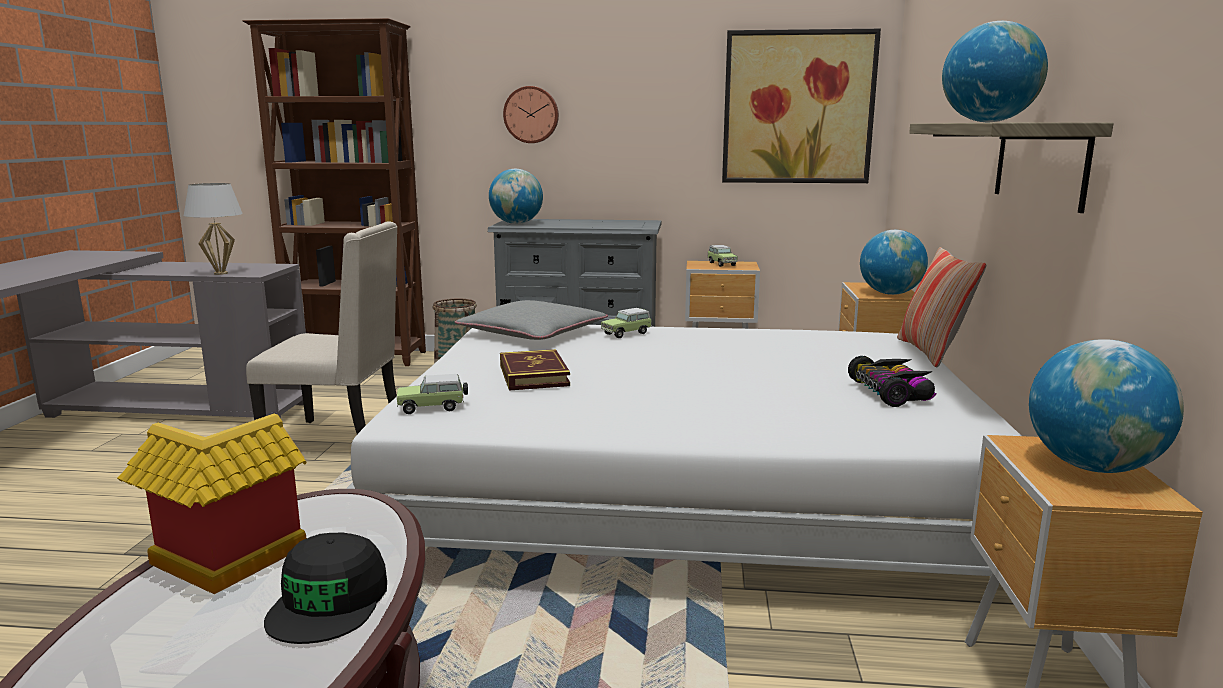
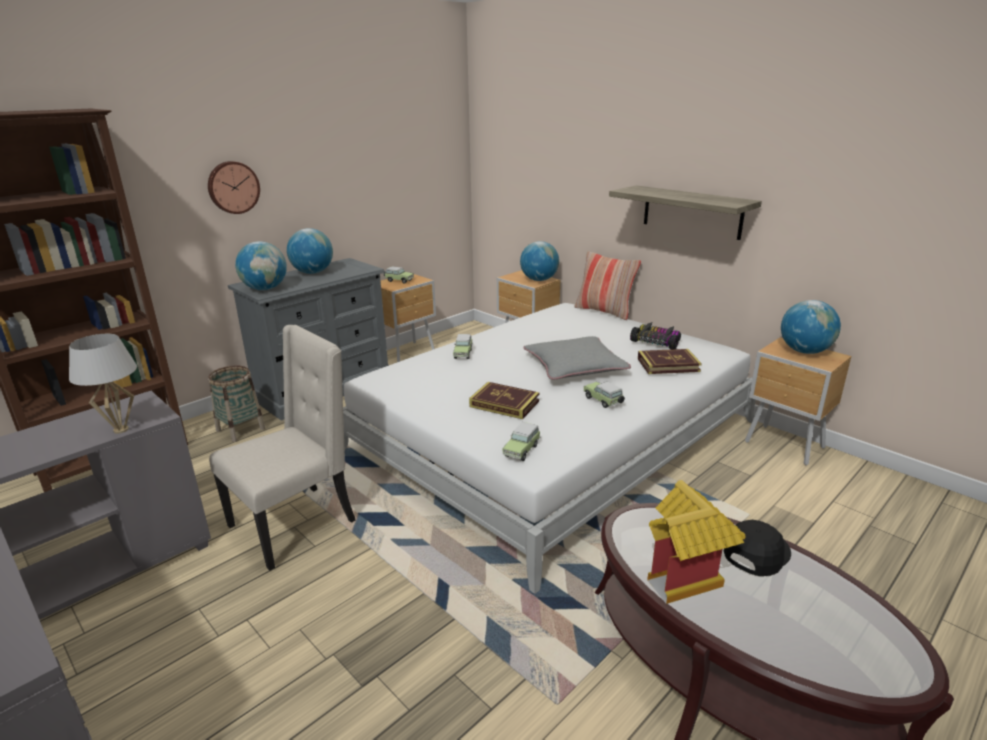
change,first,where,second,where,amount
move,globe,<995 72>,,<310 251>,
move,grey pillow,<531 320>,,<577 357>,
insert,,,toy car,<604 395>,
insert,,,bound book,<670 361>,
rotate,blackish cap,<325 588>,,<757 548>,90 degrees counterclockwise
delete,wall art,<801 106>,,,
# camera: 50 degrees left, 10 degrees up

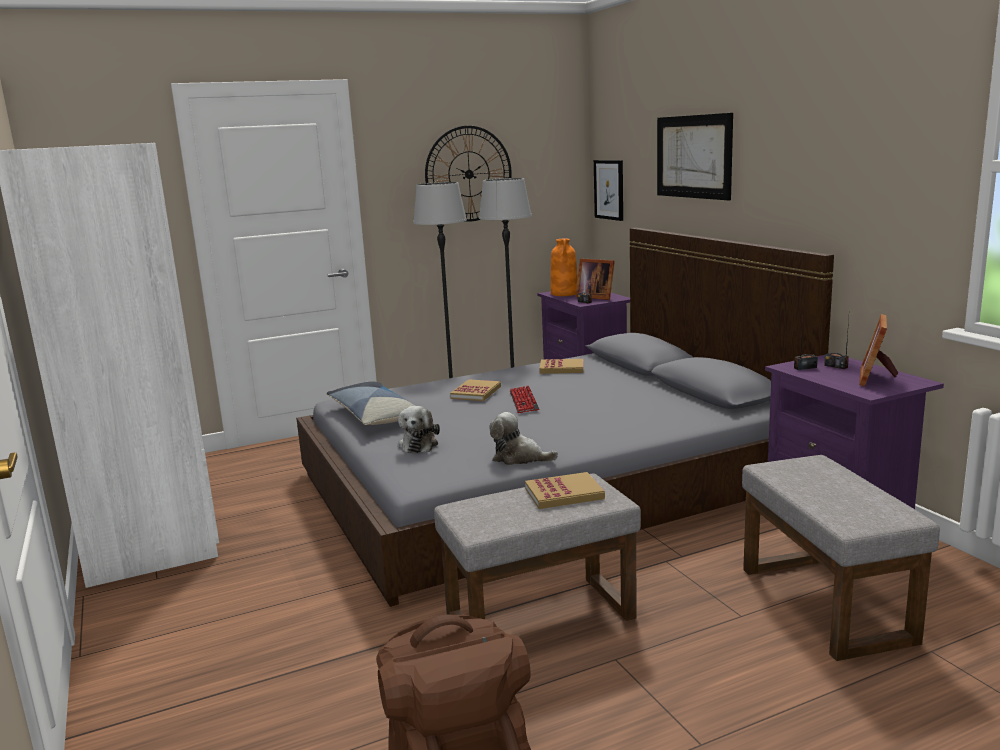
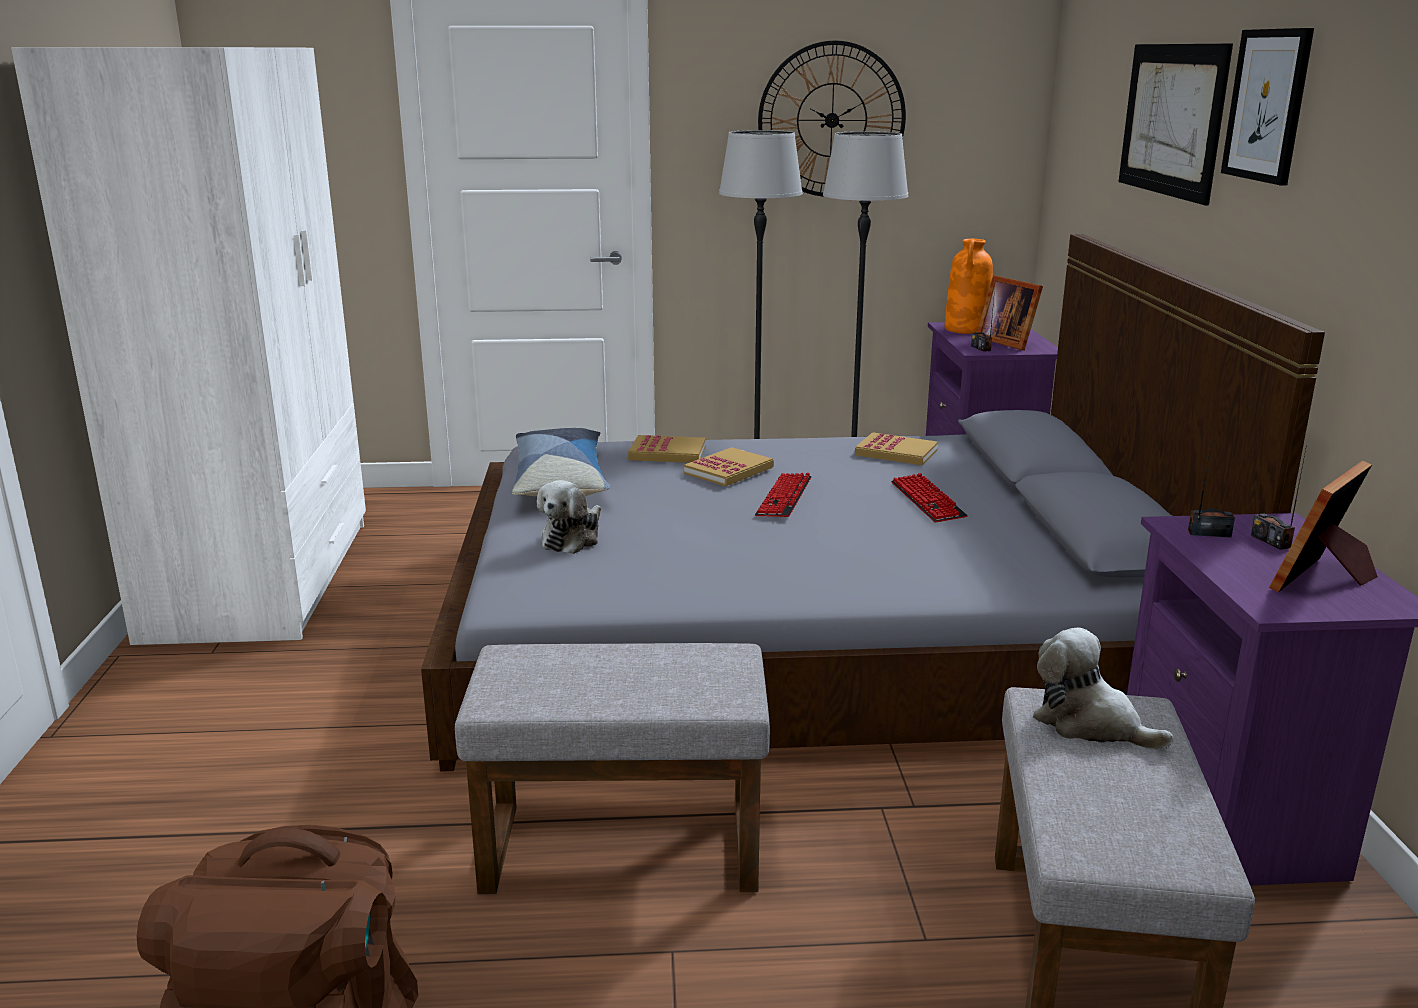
change,first,where,second,where,amount
move,bound book,<565 490>,,<667 449>,
insert,,,computer keyboard,<929 497>,
move,cuddly toy,<523 438>,,<1103 689>,
move,wall art,<608 190>,,<1267 106>,
# camera: 20 degrees right, 5 degrees up

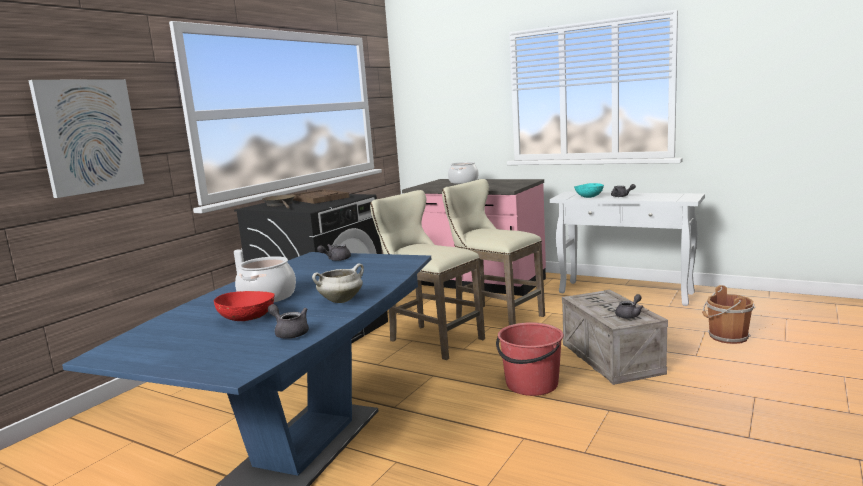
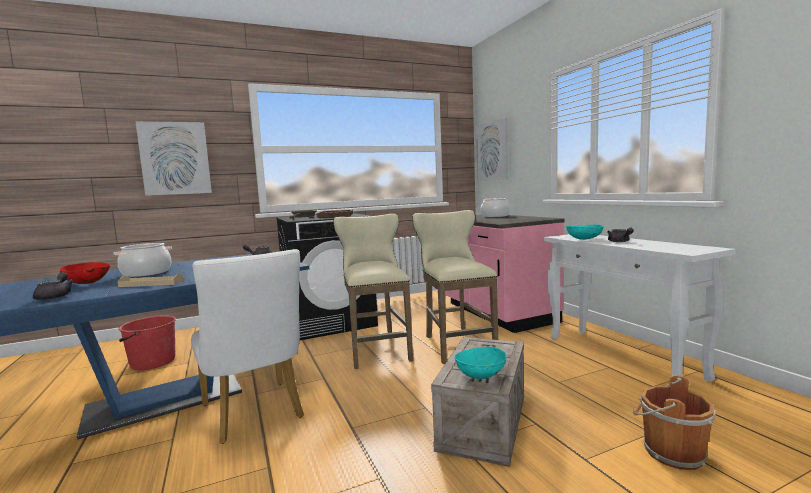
change,first,where,second,where,amount
replace,whitish stockpot,<338 283>,sand-coloured serving tray,<150 280>,
move,red-coloured pail,<530 359>,,<147 342>,
insert,,,whitish chair,<247 346>,
replace,grey teapot,<629 306>,turquoise serving bowl,<480 363>,
insert,,,wall art,<492 149>,
# camera: 35 degrees right, 5 degrees down

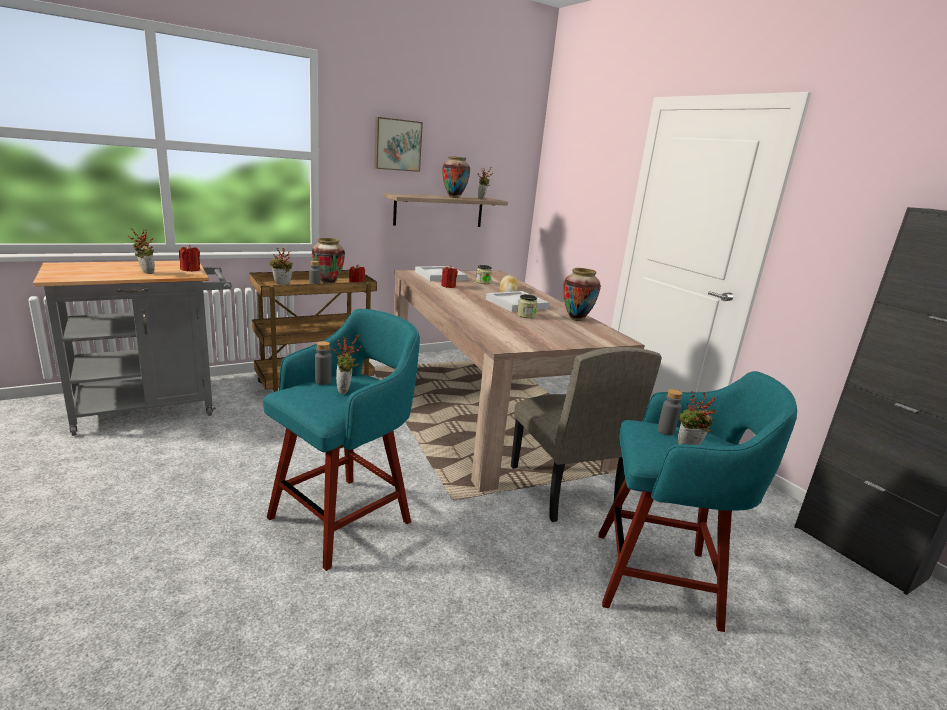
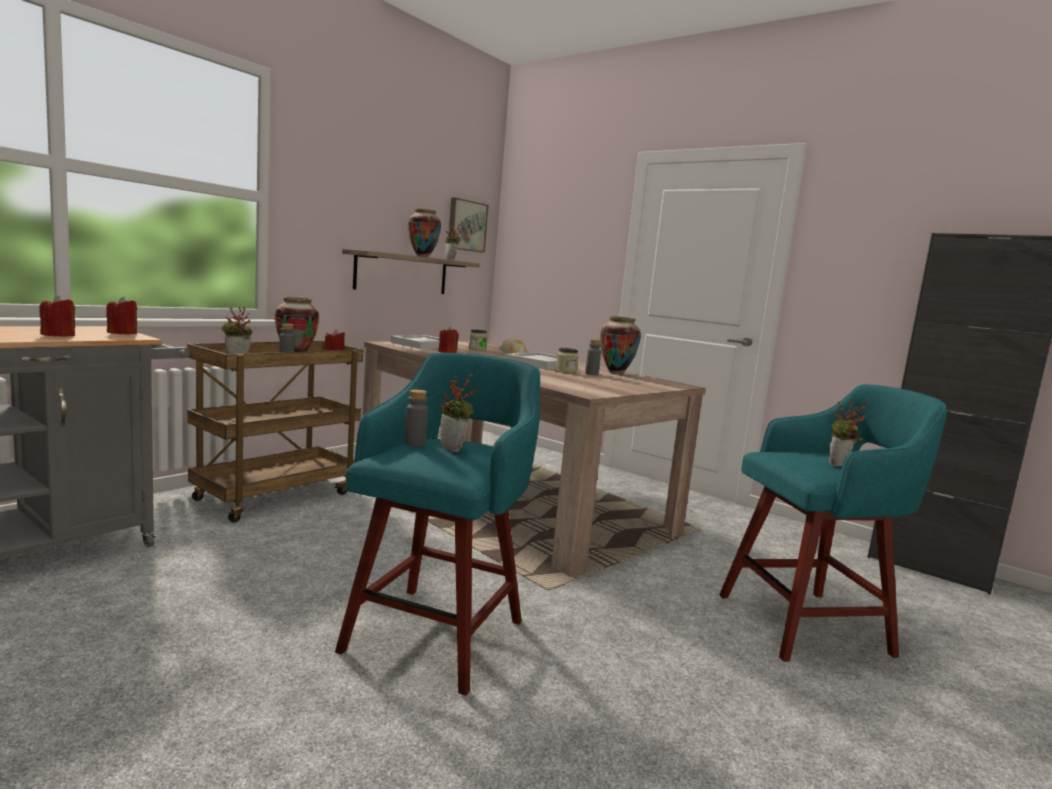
change,first,where,second,where,amount
replace,houseplant,<141 251>,red-coloured wax candle,<57 316>,
move,wall art,<398 144>,,<468 225>,
move,grey bottle,<670 412>,,<593 357>,
delete,sand-coloured chair,<586 434>,,,
# camera: 20 degrees left, 10 degrees down

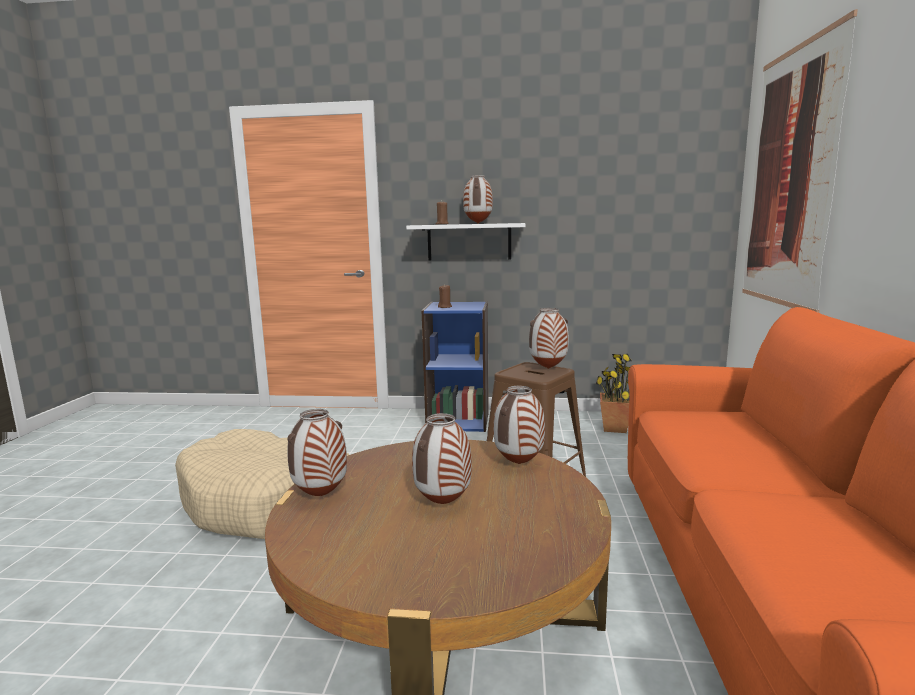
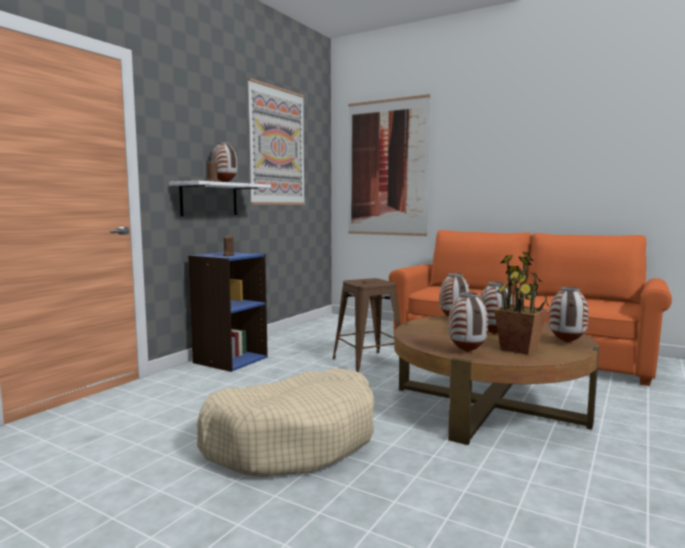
change,first,where,second,where,amount
insert,,,wall art,<276 141>,
move,houseplant,<614 393>,,<521 303>,
move,flower vase,<549 338>,,<569 315>,
# camera: 65 degrees left, 5 degrees down

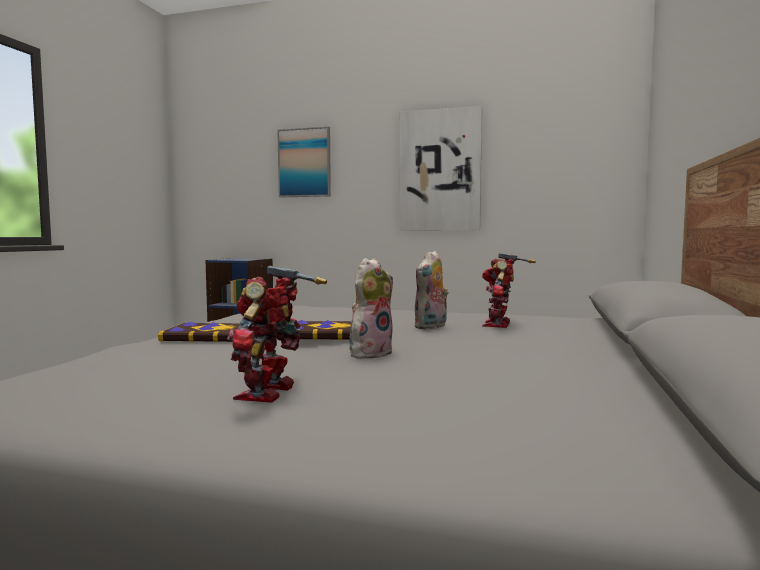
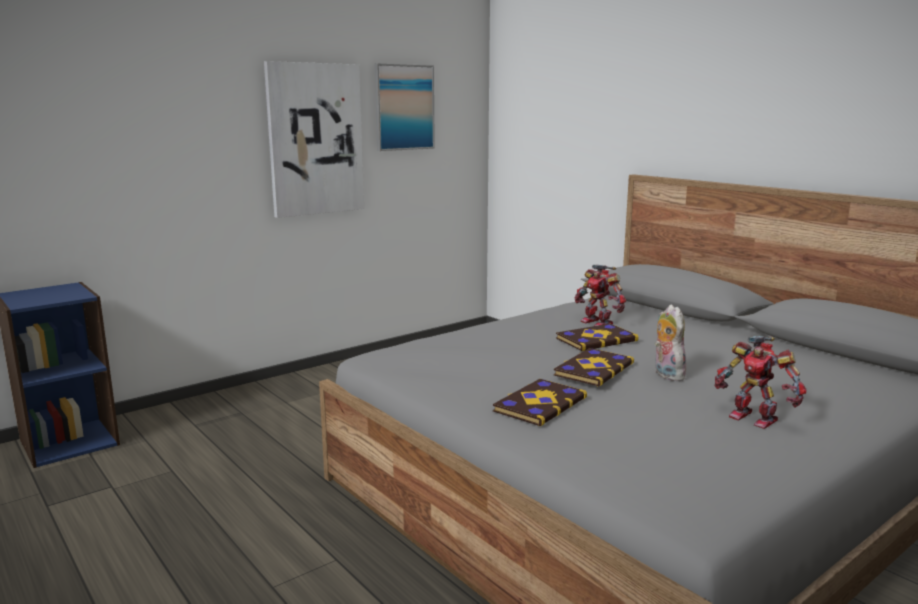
change,first,where,second,where,amount
move,wall art,<304 162>,,<405 107>,
replace,cuddly toy,<431 289>,bound book,<597 337>,
# camera: 55 degrees left, 10 degrees up

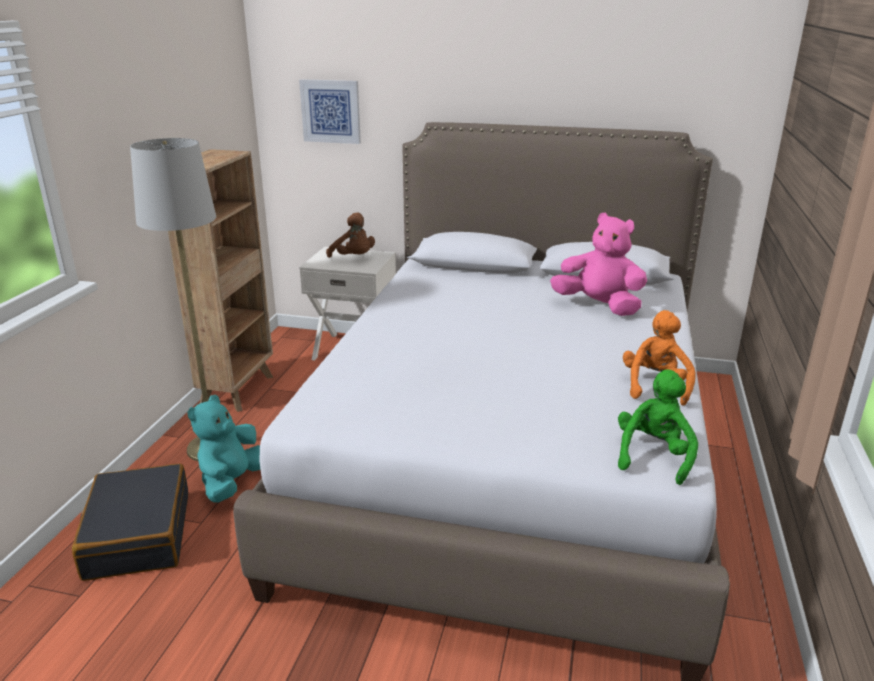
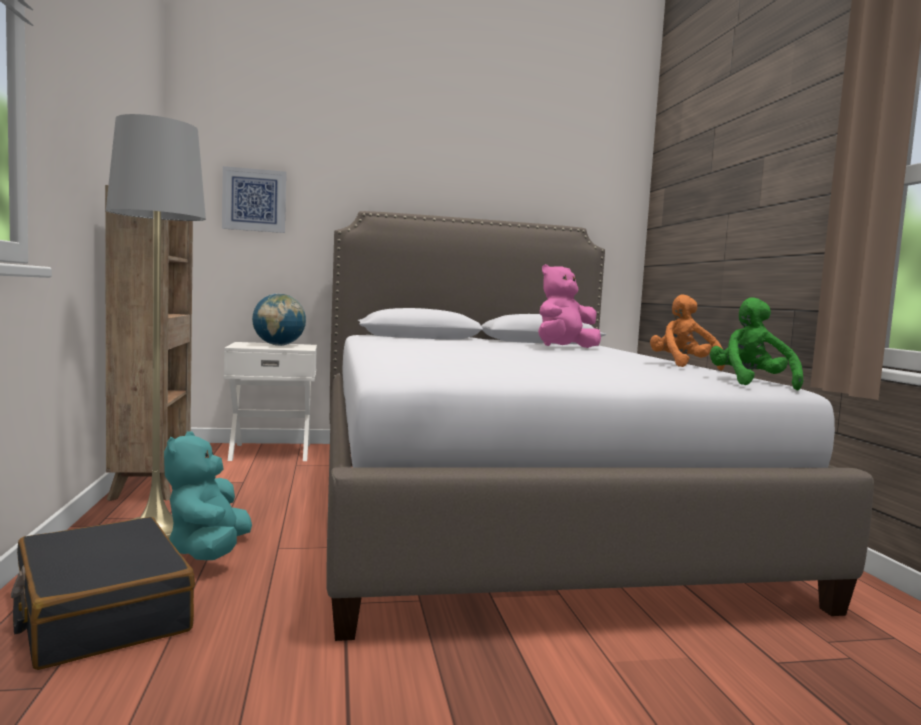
change,first,where,second,where,amount
replace,brown cuddly toy,<350 235>,globe,<279 320>,
rotate,pink cuddly toy,<598 264>,,<569 306>,45 degrees counterclockwise
# camera: 25 degrees left, 20 degrees down

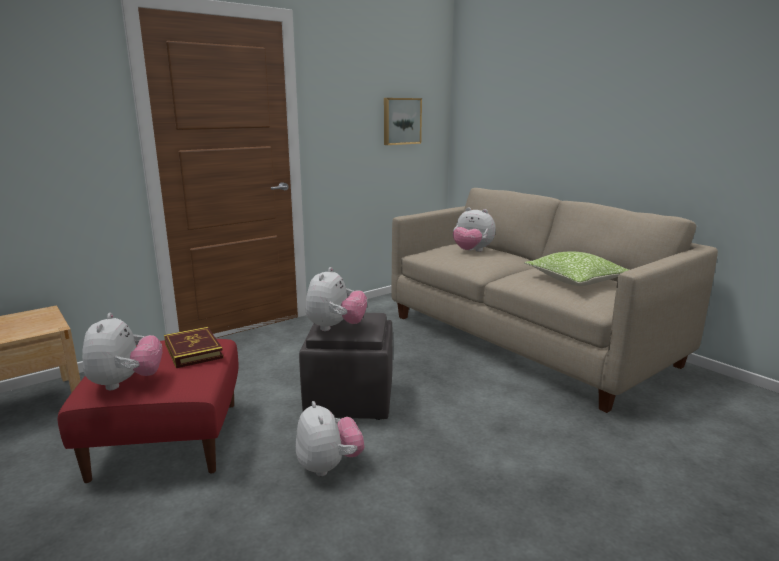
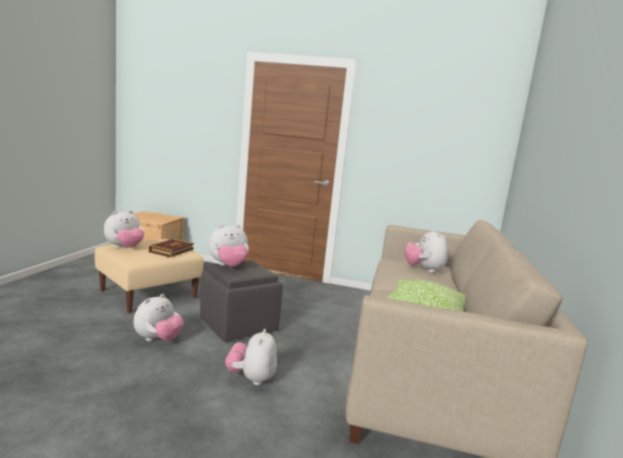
change,first,where,second,where,amount
recolor,red-coloured ottoman,<147 411>,sand-coloured ottoman,<149 276>,
insert,,,cuddly toy,<251 357>,
delete,wall art,<403 121>,,,
# camera: 50 degrees right, 5 degrees down

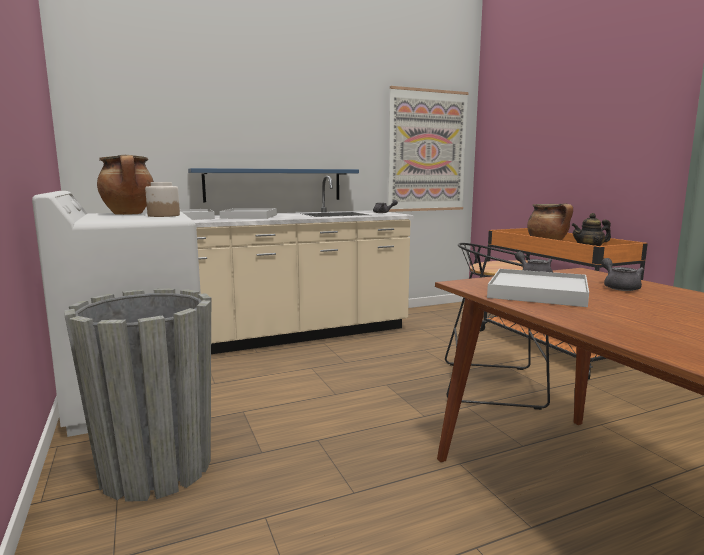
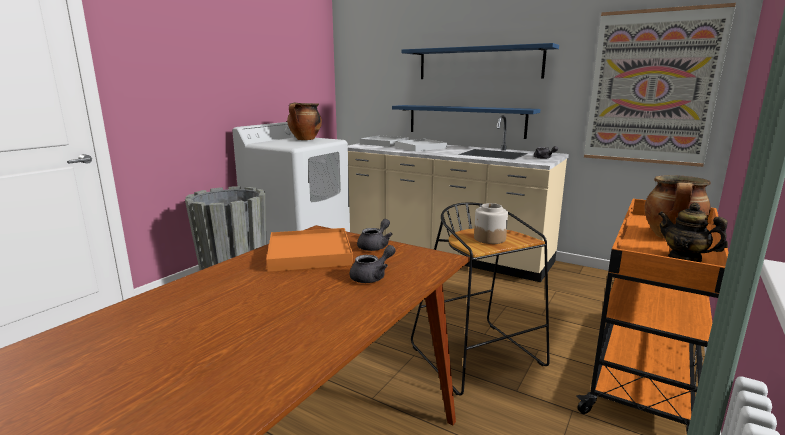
change,first,where,second,where,amount
recolor,whitish serving tray,<538 288>,orangey serving tray,<309 250>,
insert,,,bluish bracket shelf,<480 61>,
move,jar,<162 199>,,<491 223>,
# camera: 55 degrees right, 5 degrees up

